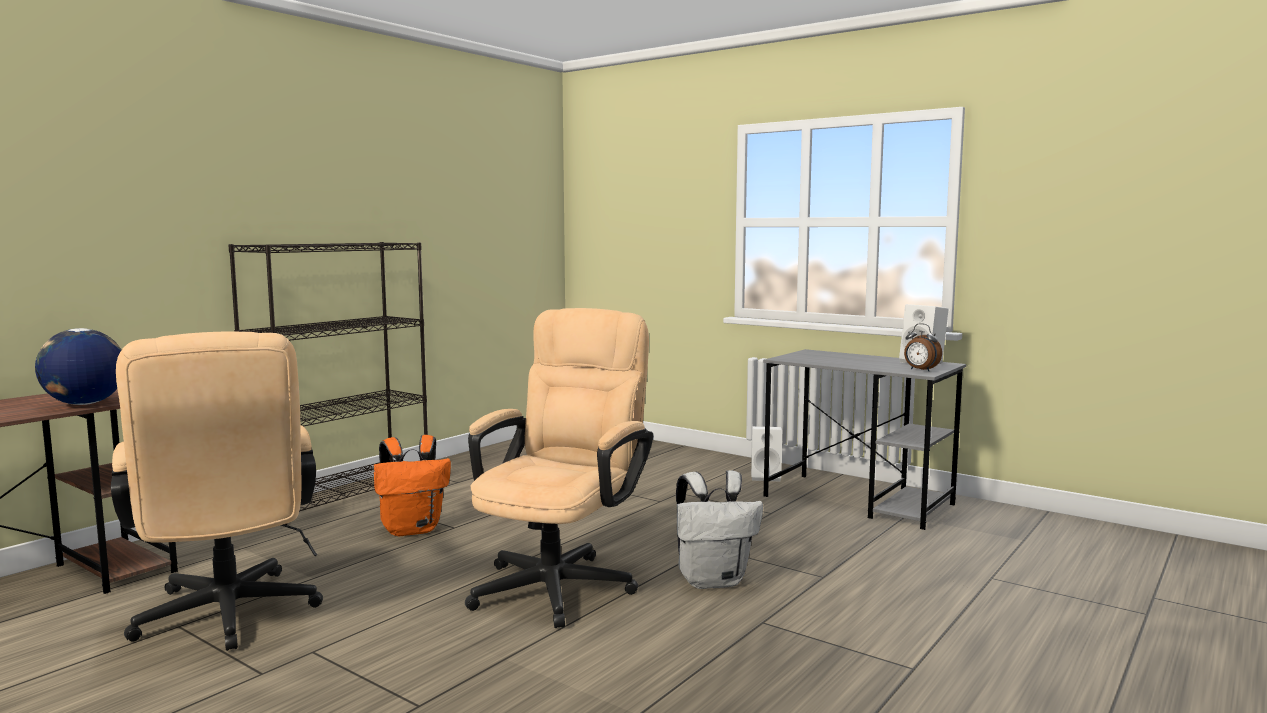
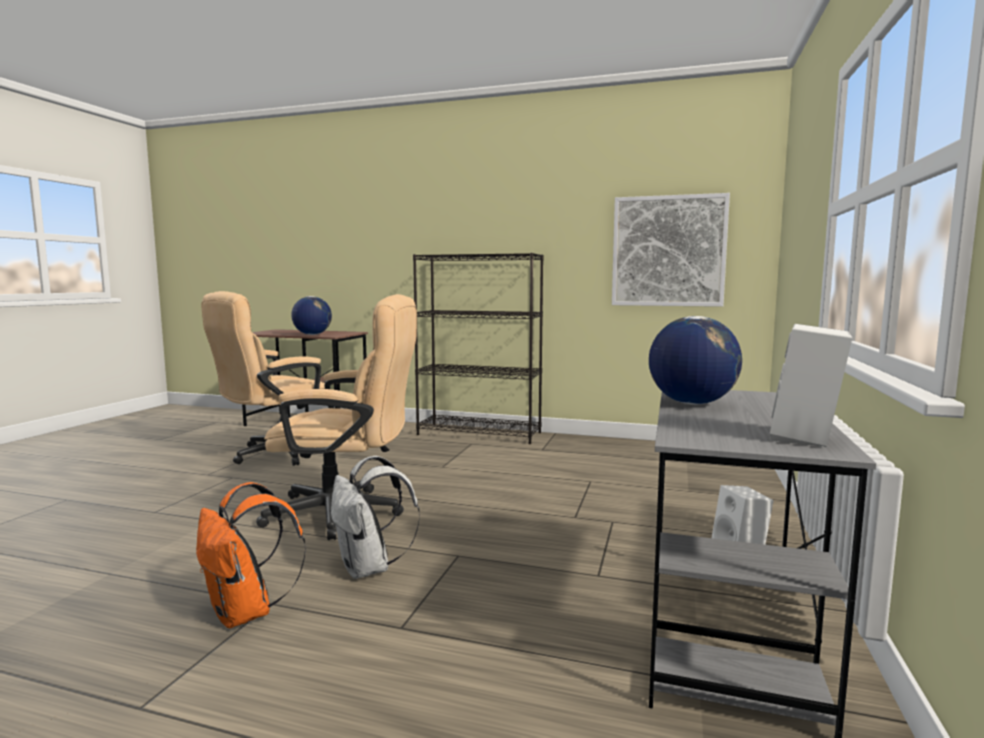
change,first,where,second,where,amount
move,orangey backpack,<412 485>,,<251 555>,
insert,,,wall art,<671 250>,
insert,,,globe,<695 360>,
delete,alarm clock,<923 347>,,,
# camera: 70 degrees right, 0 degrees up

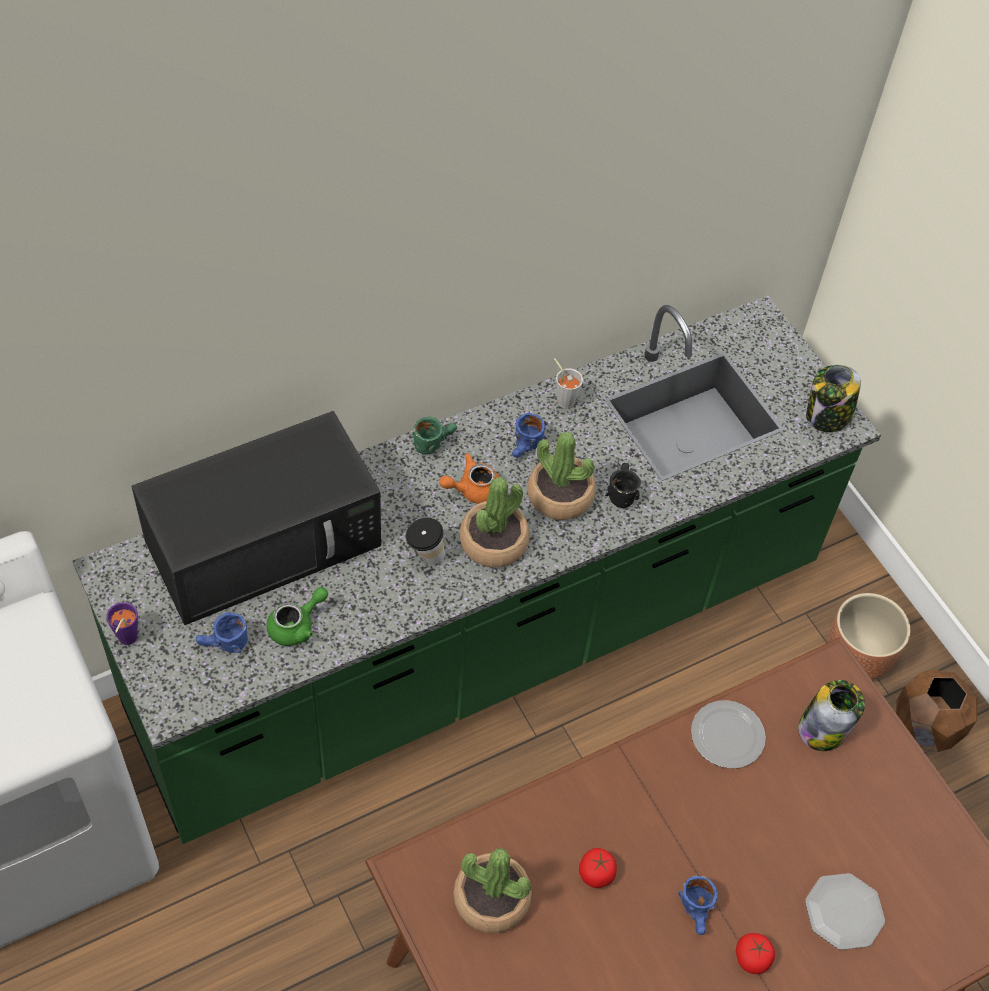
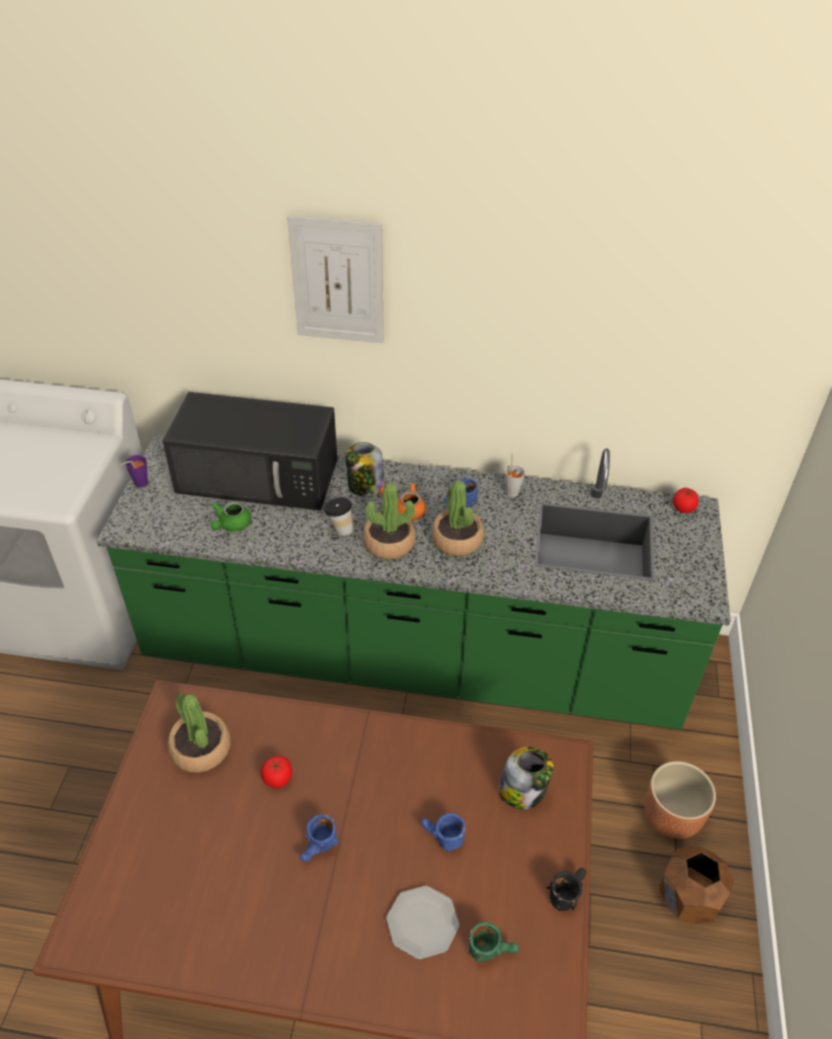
change,first,where,second,where,amount
rotate,green-coloured teapot,<297 616>,,<231 516>,120 degrees clockwise
insert,,,wall art,<335 279>,
move,jar,<833 398>,,<365 469>,
move,bluish coffee mug,<222 633>,,<443 832>,
move,green-coloured coffee mug,<435 435>,,<494 942>,
move,blackish coffee mug,<623 485>,,<566 889>,
move,whole tomato,<755 953>,,<685 500>,
delete,plate,<728 734>,,,
# camera: 40 degrees right, 10 degrees down

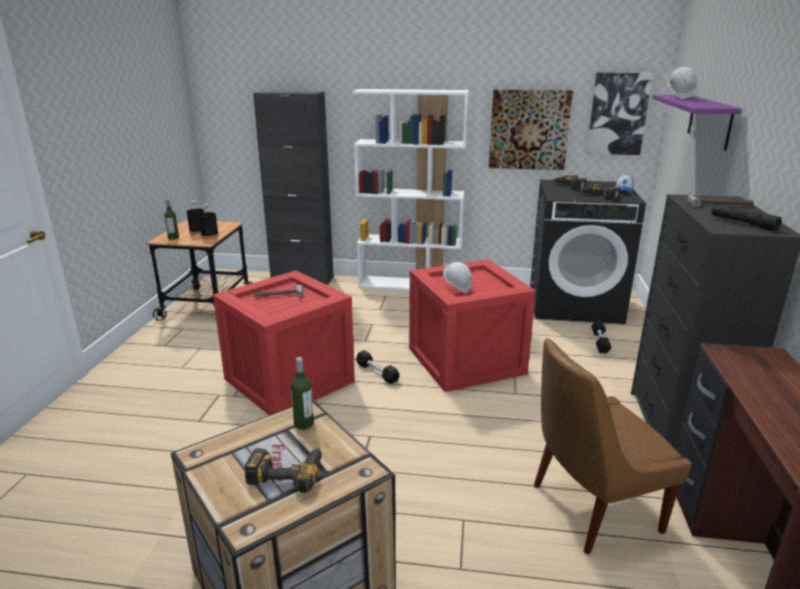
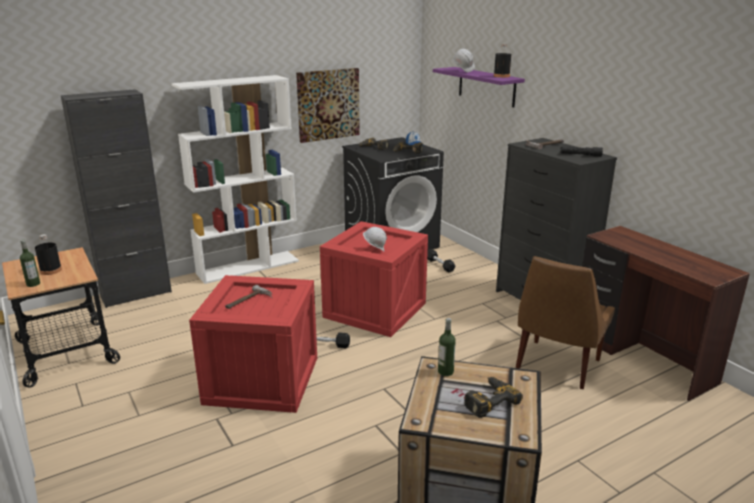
change,first,where,second,where,amount
move,blackish bottle,<208 221>,,<502 61>,
delete,wall art,<620 113>,,,
# camera: 40 degrees left, 0 degrees up

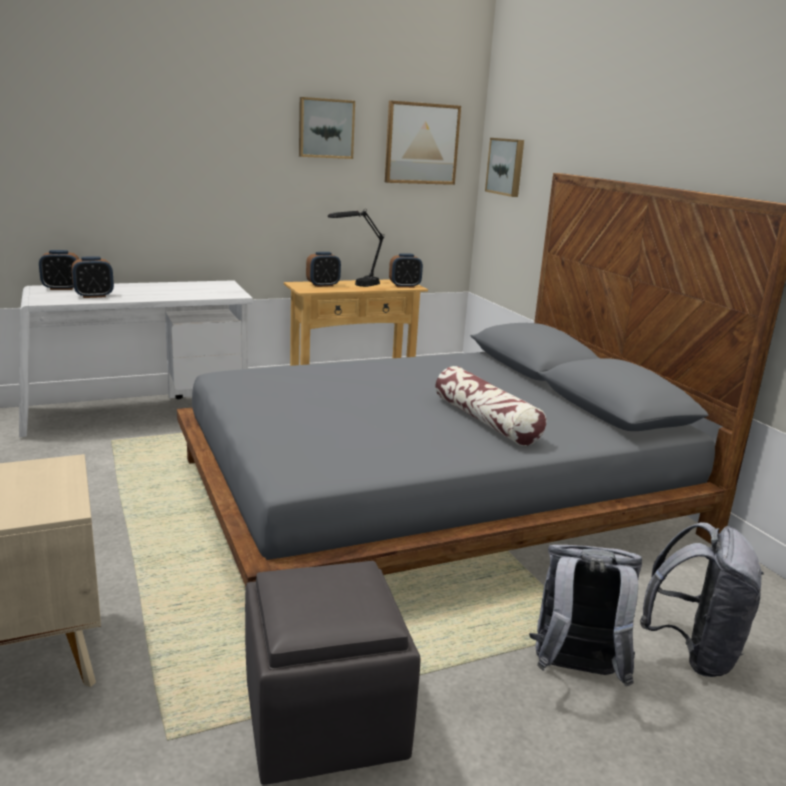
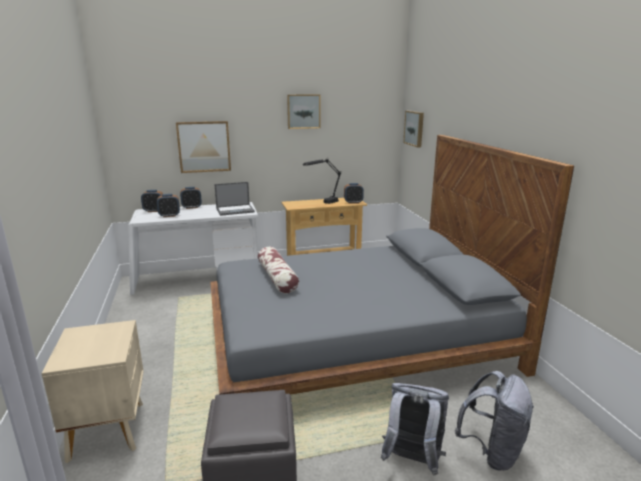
change,first,where,second,where,amount
move,wall art,<423 143>,,<203 147>,
move,alarm clock,<323 269>,,<191 198>,
insert,,,laptop,<234 199>,
move,pillow,<490 406>,,<278 270>,
# camera: 10 degrees right, 0 degrees up

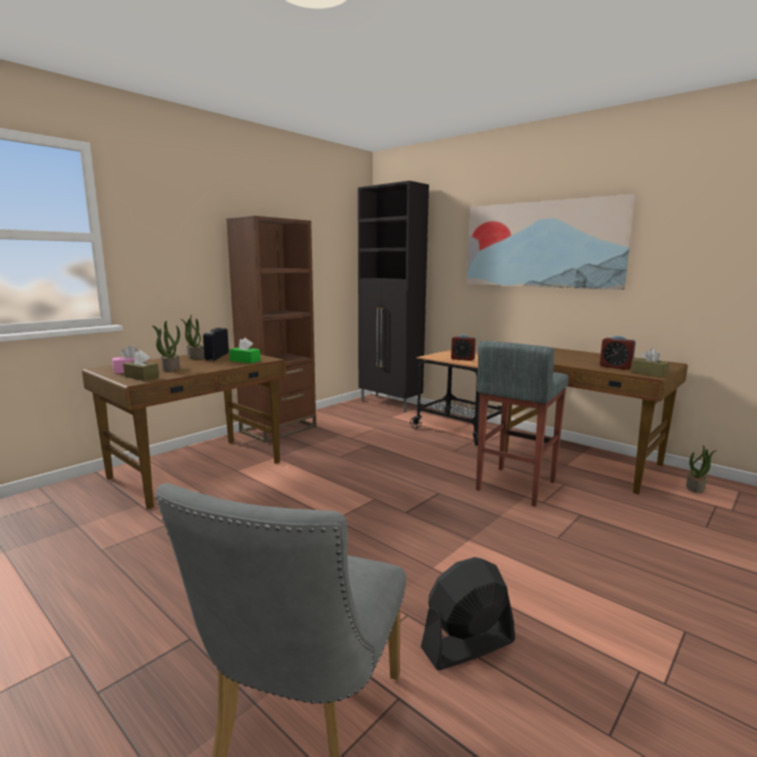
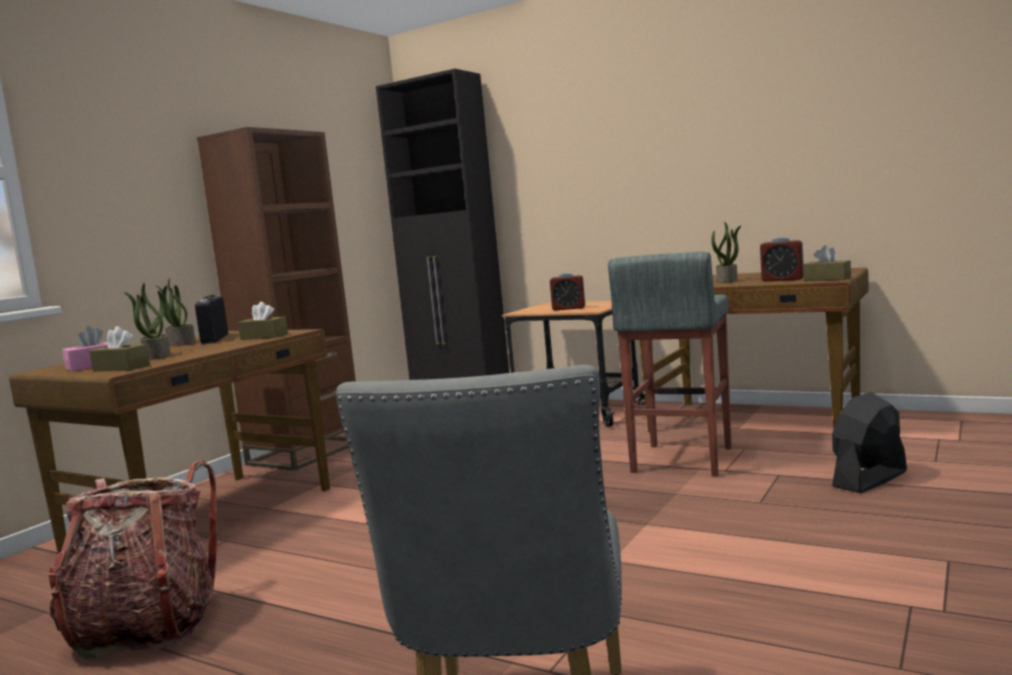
change,first,where,second,where,amount
insert,,,backpack,<133 559>,
recolor,green-coloured tissue holder,<245 350>,brown tissue holder,<263 321>,
move,houseplant,<701 469>,,<726 252>,
move,blackish fan,<468 613>,,<869 442>,
delete,wall art,<551 242>,,,
# camera: 10 degrees left, 5 degrees down

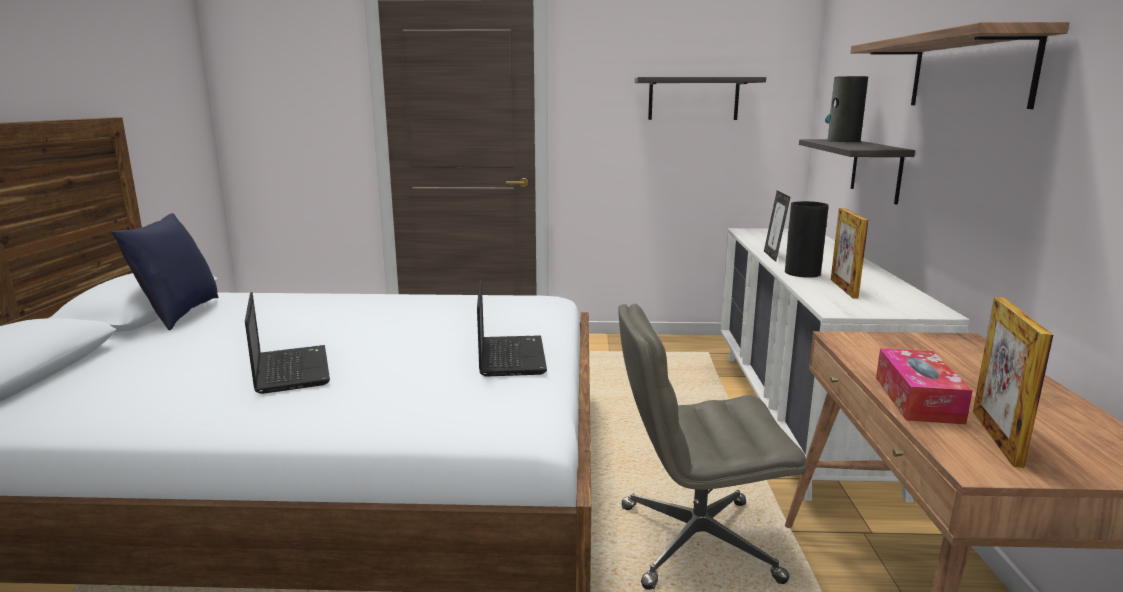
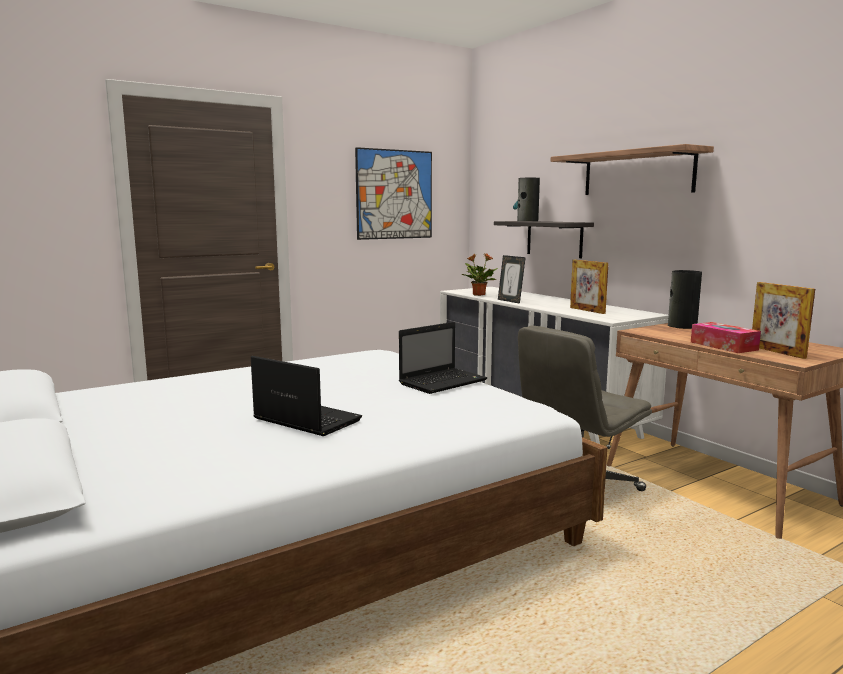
change,first,where,second,where,amount
replace,bracket shelf,<700 98>,wall art,<393 193>,
rotate,laptop,<512 328>,,<443 358>,90 degrees clockwise
insert,,,houseplant,<479 274>,
move,flower vase,<807 239>,,<685 299>,
delete,bluish pillow,<165 271>,,,
# camera: 35 degrees left, 5 degrees down

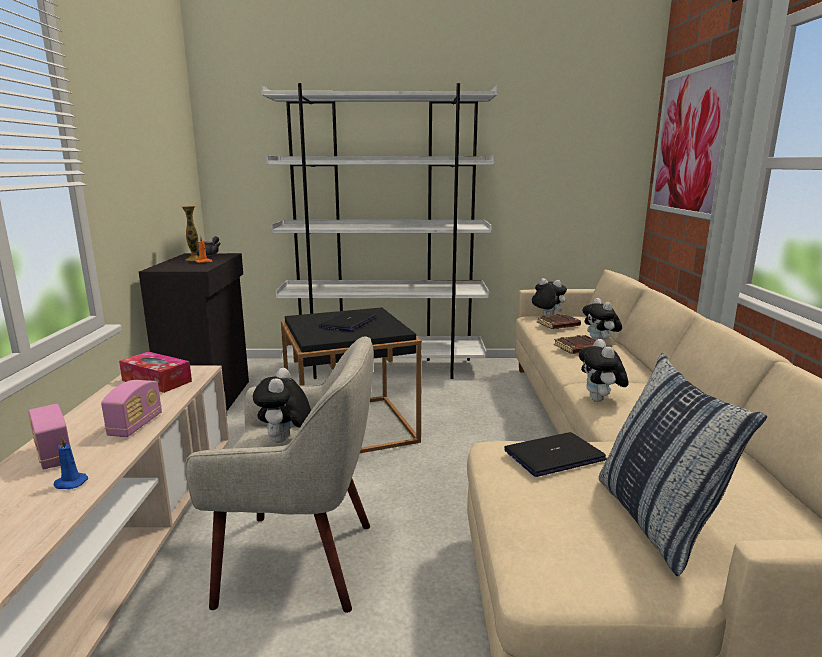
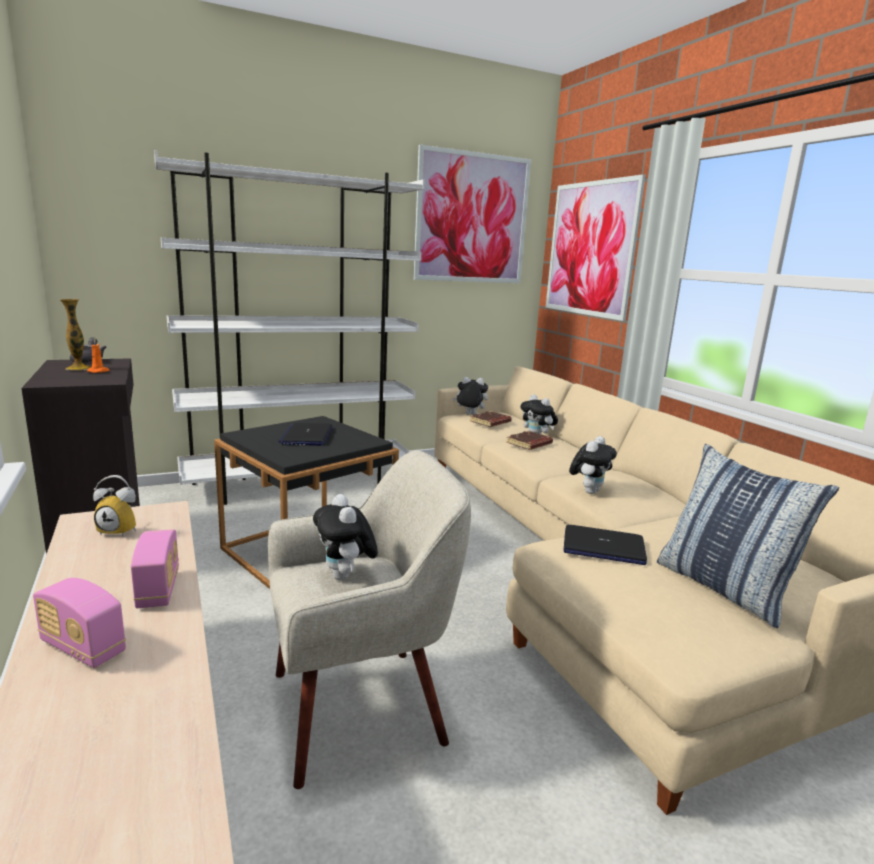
change,first,where,second,where,amount
replace,tissue holder,<155 372>,alarm clock,<114 506>,
insert,,,wall art,<472 214>,
rotate,laptop,<555 454>,,<605 545>,120 degrees counterclockwise
rotate,cuddly toy,<604 370>,,<593 465>,120 degrees counterclockwise
delete,bluish wax candle,<70 462>,,,
# camera: 25 degrees left, 0 degrees up

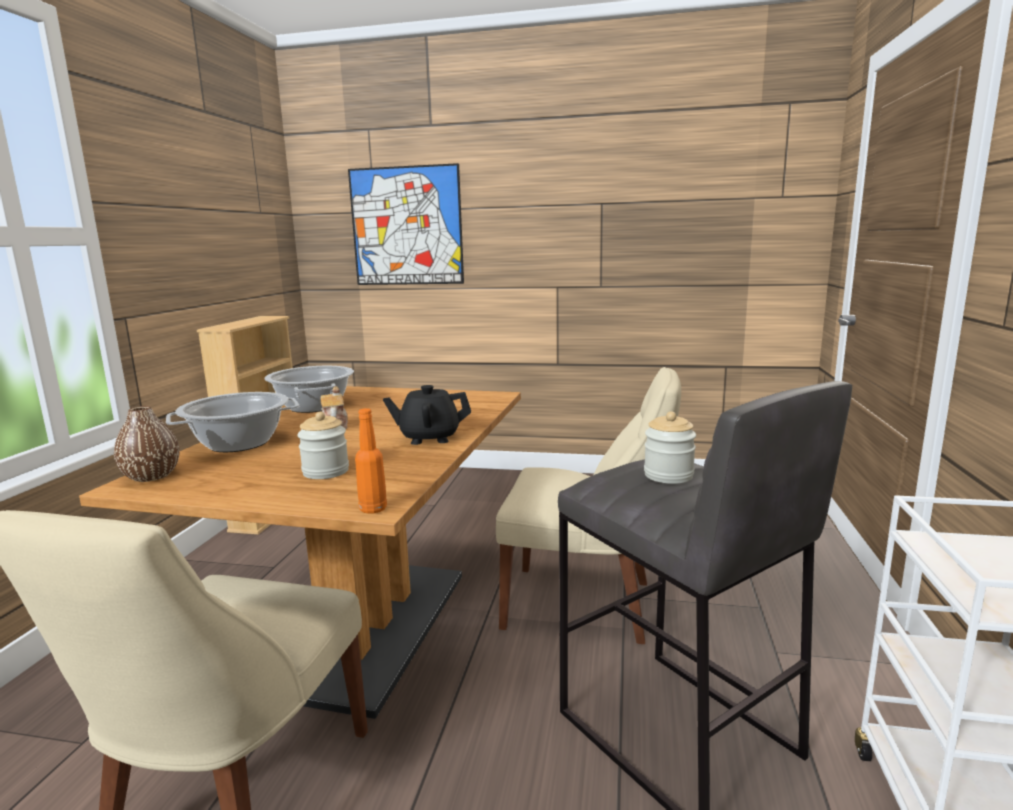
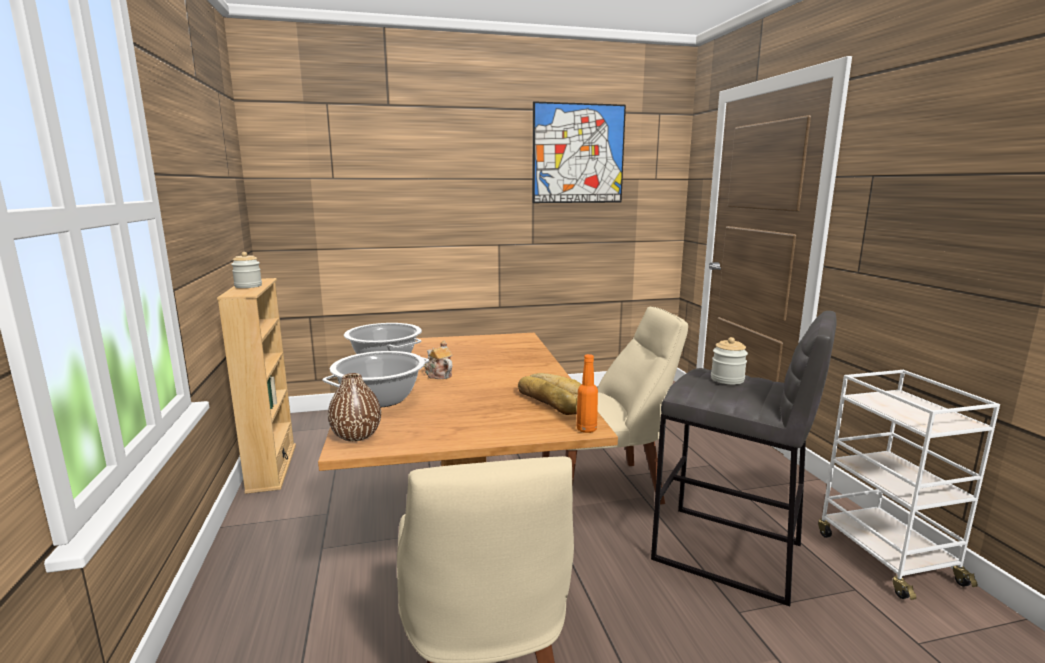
change,first,where,second,where,amount
move,jar,<323 445>,,<246 270>,
insert,,,baked bread,<550 394>,
move,wall art,<406 224>,,<579 152>,
delete,blackish teapot,<427 415>,,,
# camera: 25 degrees left, 0 degrees up

